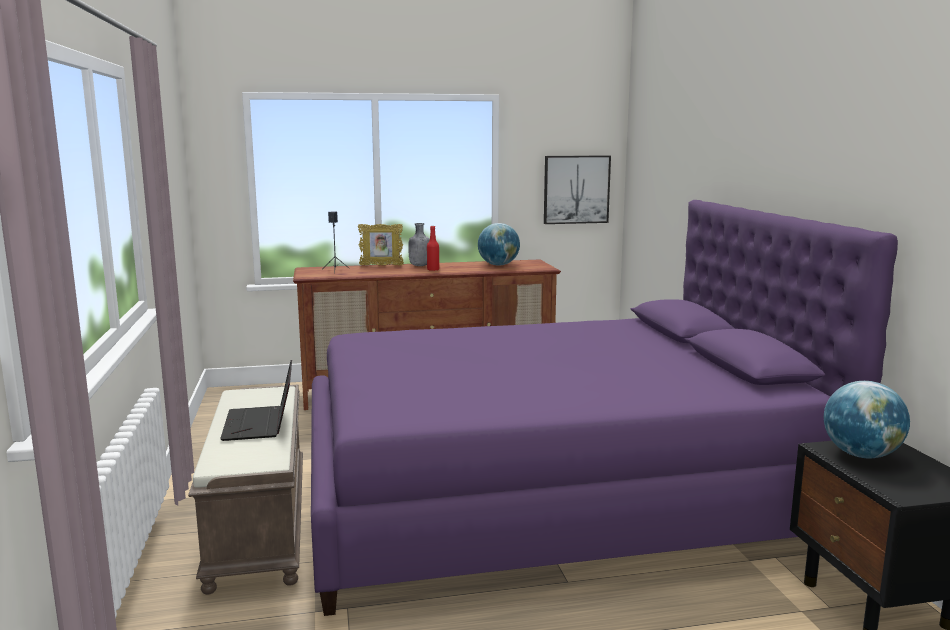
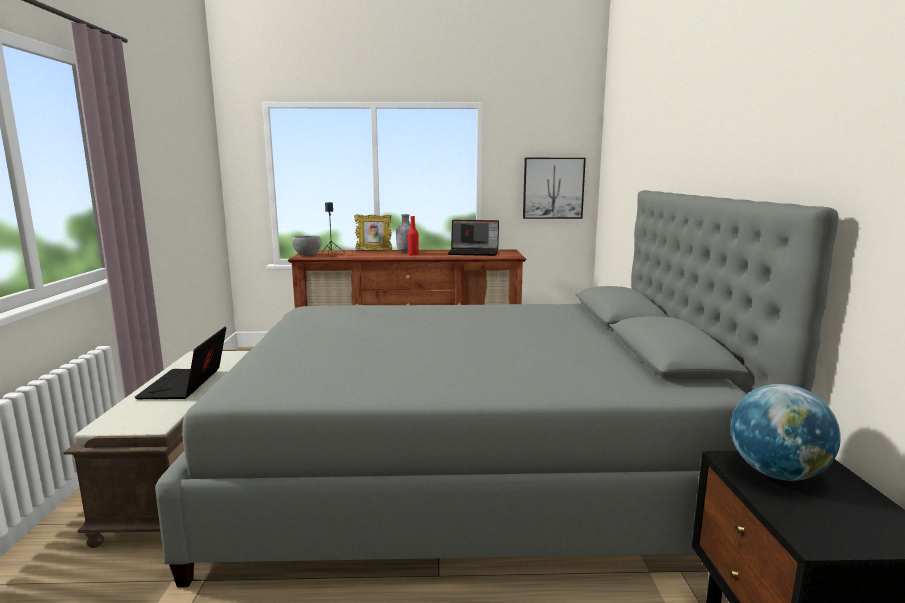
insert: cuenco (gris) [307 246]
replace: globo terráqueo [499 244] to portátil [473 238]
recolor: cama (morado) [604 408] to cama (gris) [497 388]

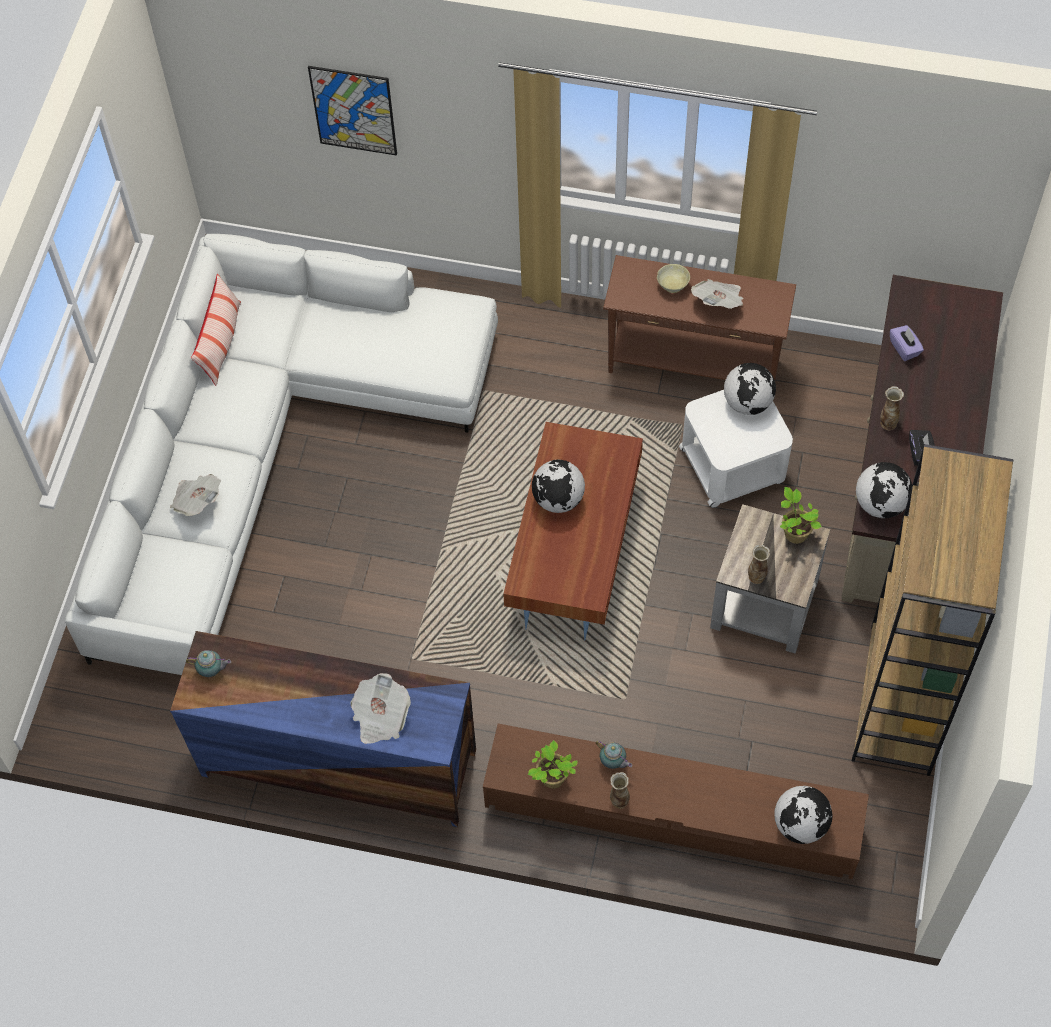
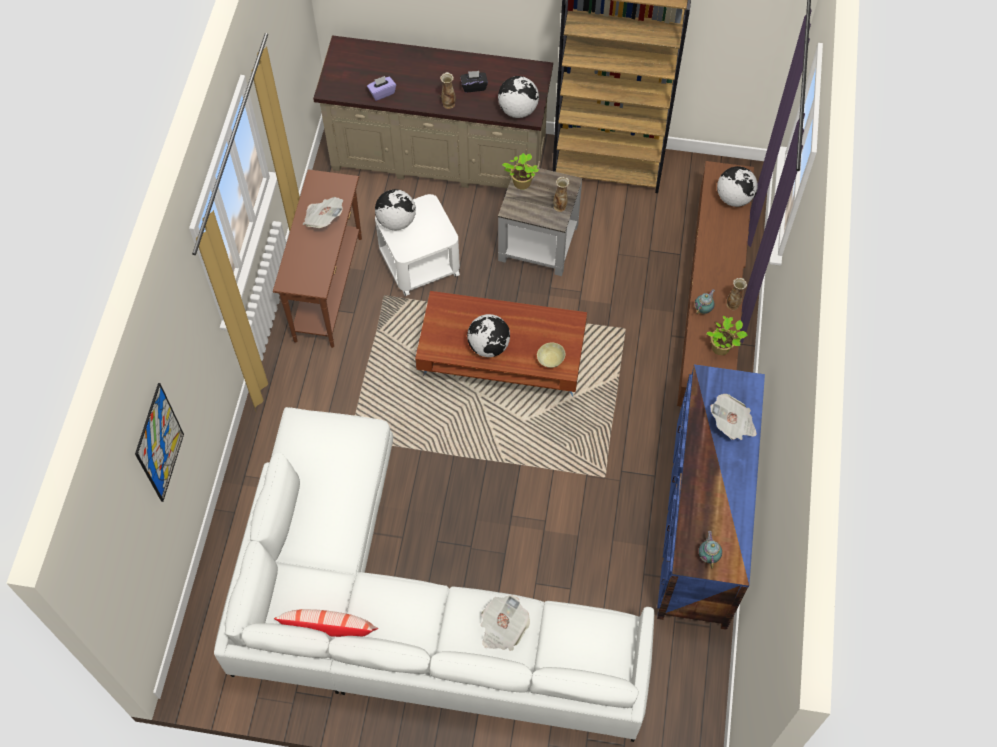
move: cuenco (beis) [673 278] to [551 355]

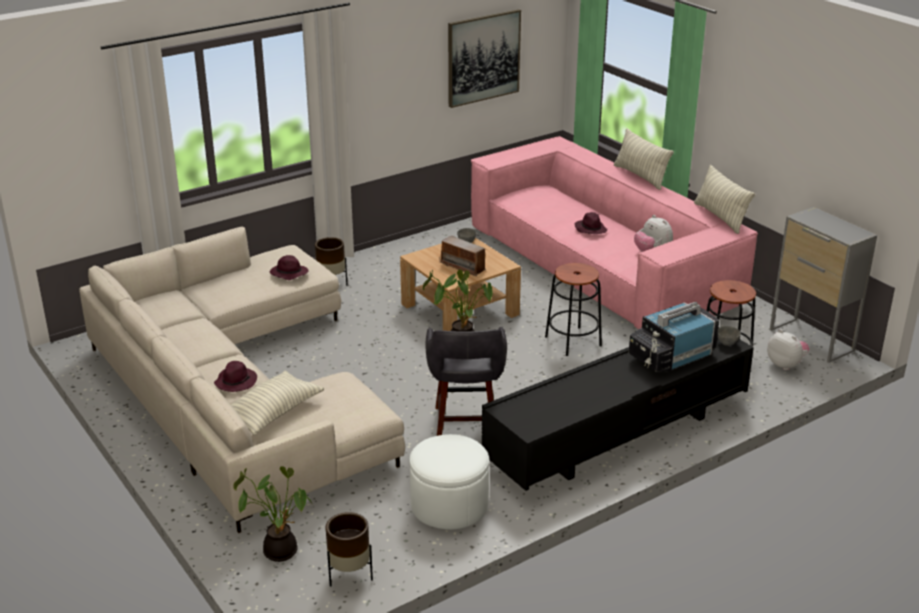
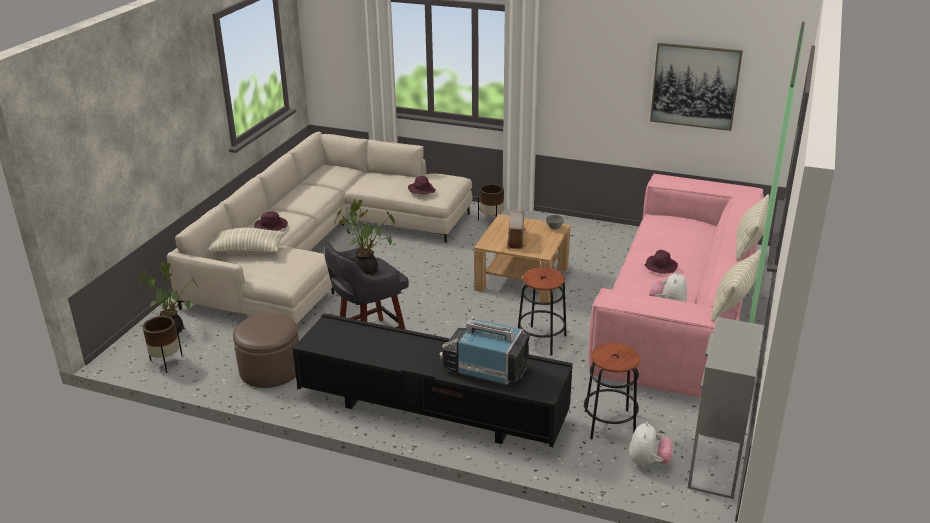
delete: cuenco (gris) [729 336]
recolor: puf (blanco) [449 482] to puf (marrón) [266 350]

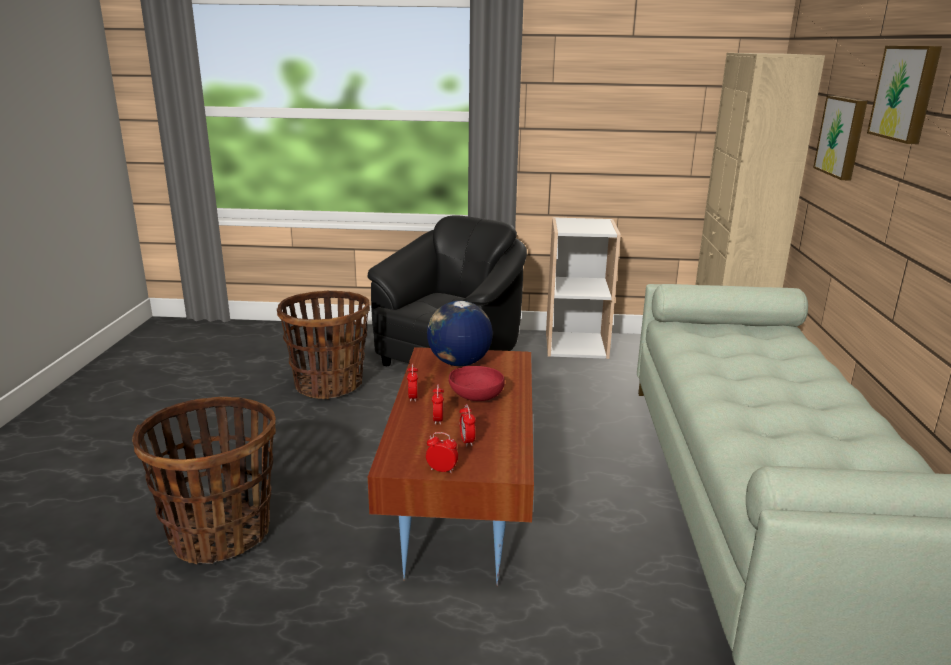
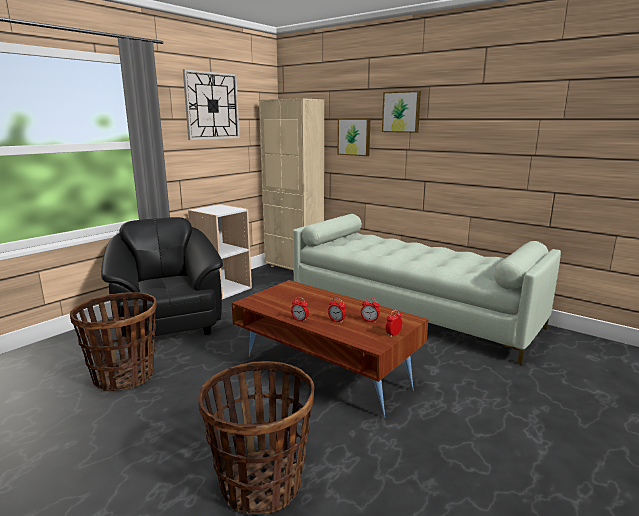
delete: globo terráqueo [460 333]; cuenco (rojo) [477 383]
insert: reloj de pared [211 104]

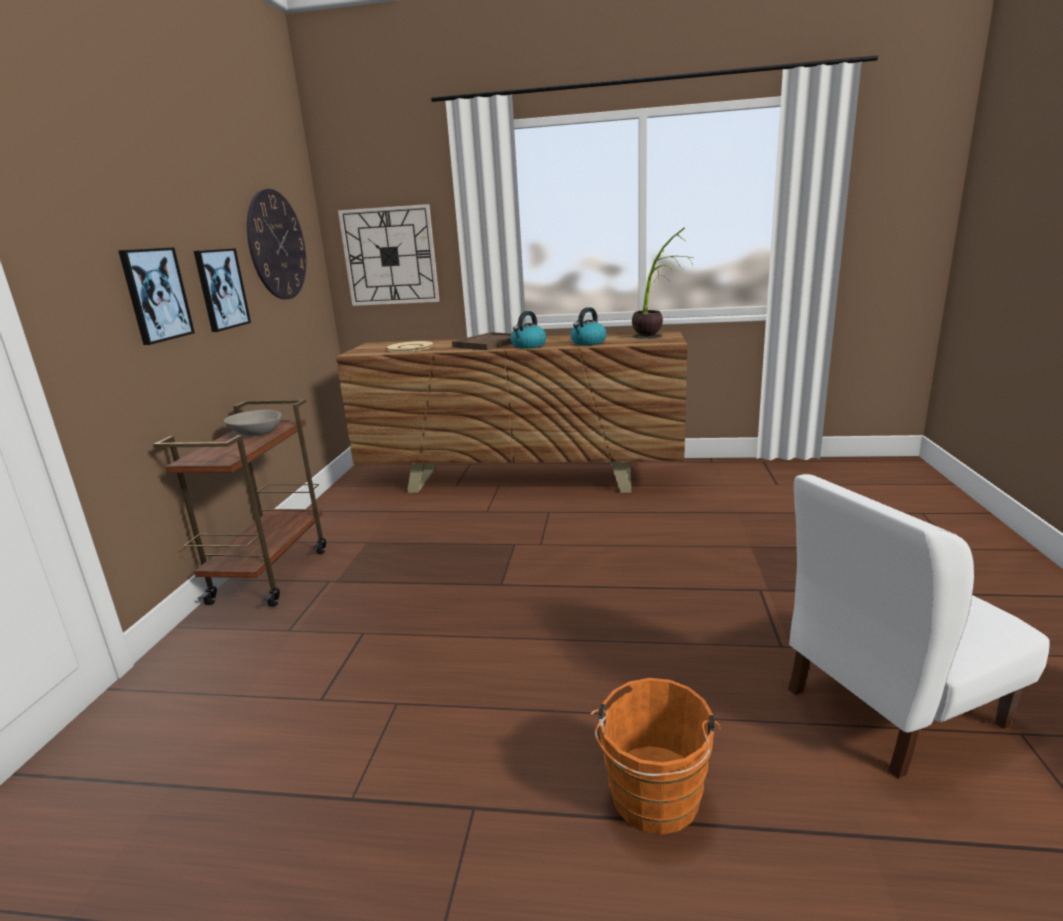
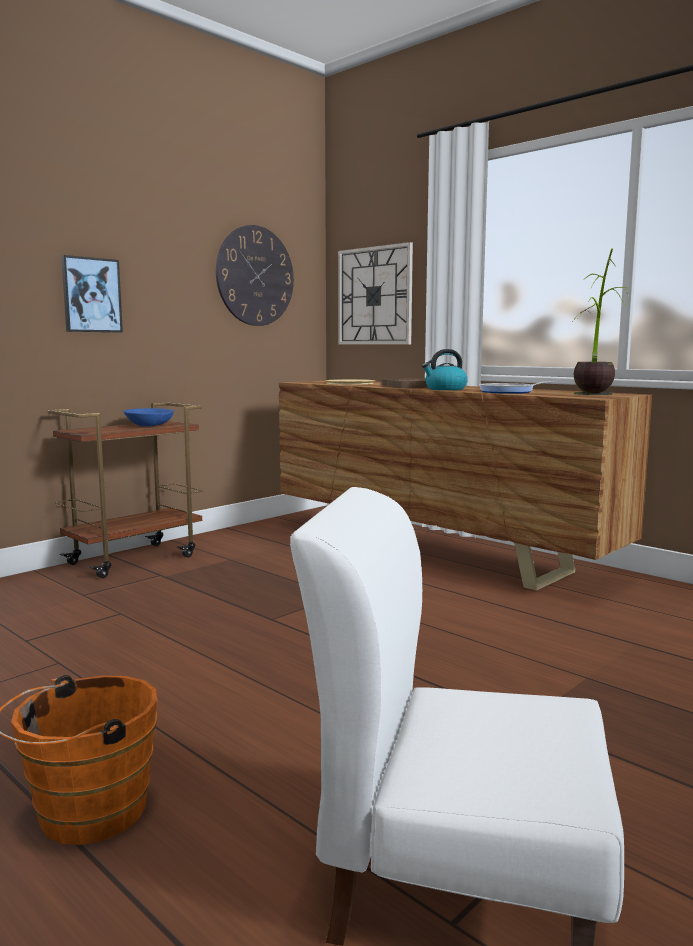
delete: cuadro [222 290]
replace: hervidor [588 326] to sartén [517 388]
recolor: cuenco (gris) [253 423] to cuenco (azul) [148 417]

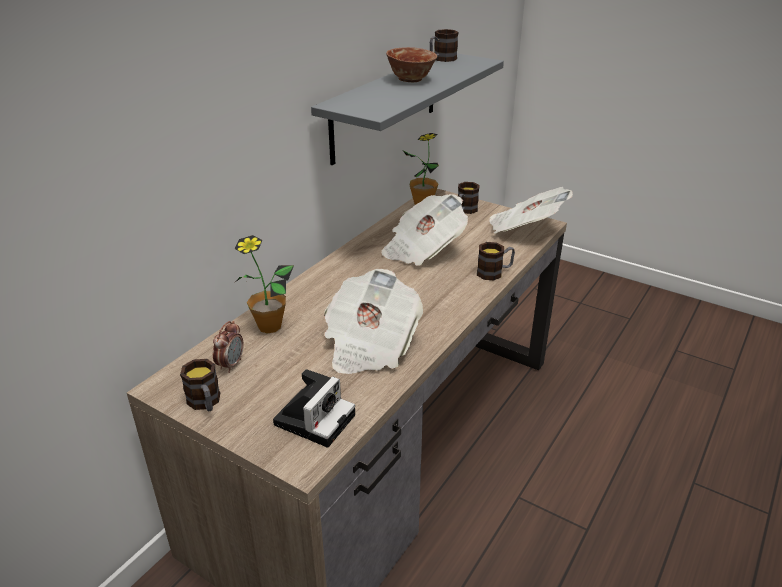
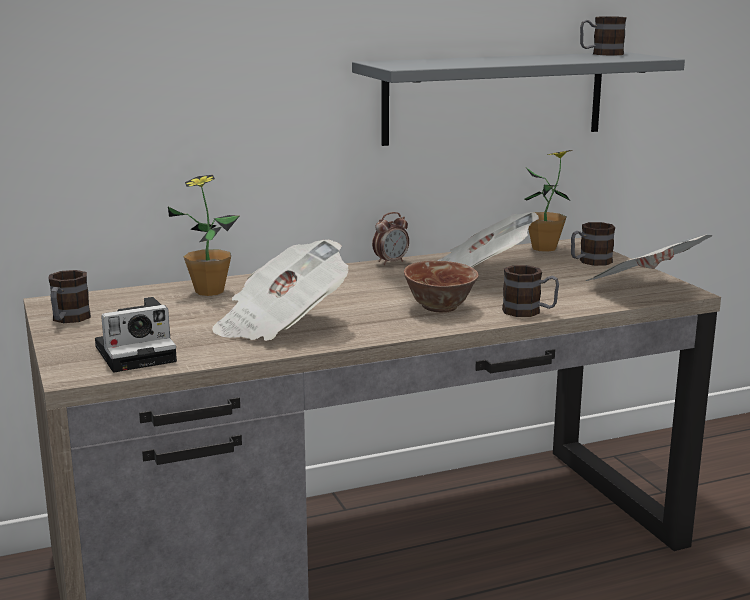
move: despertador [228 347] to [390 238]; cuenco [411 64] to [441 286]

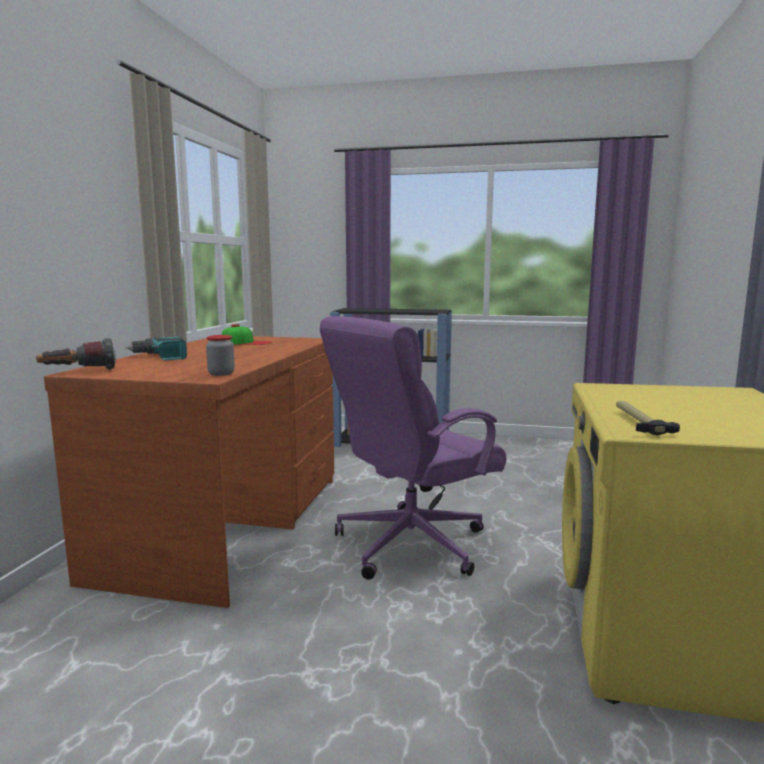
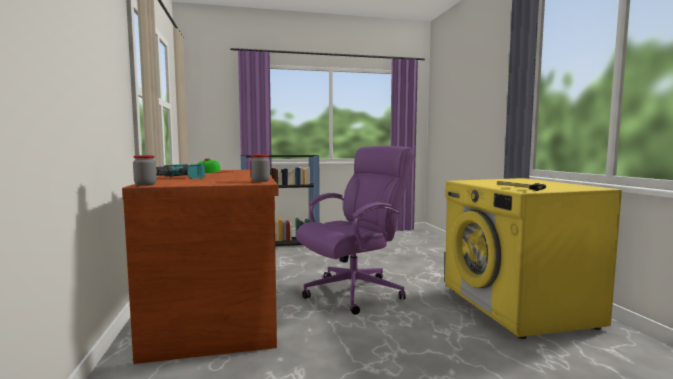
replace: linterna [76 354] to tarro [145 170]
rotate: silla de oficina (morado) [413 448] = [355 230] 150 degrees counterclockwise

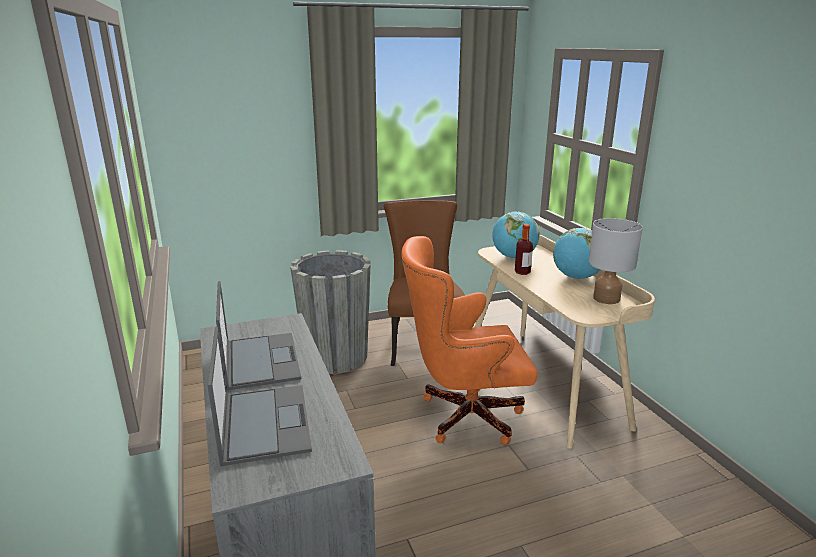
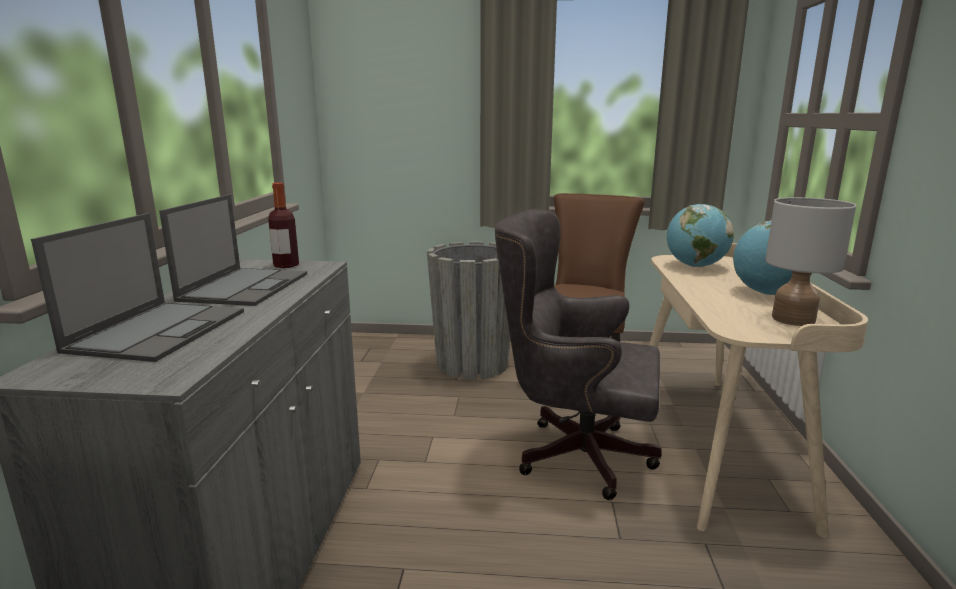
move: botella [524 249] to [283 225]
recolor: silla de oficina (naranja) [469 340] to silla de oficina (gris) [578 354]

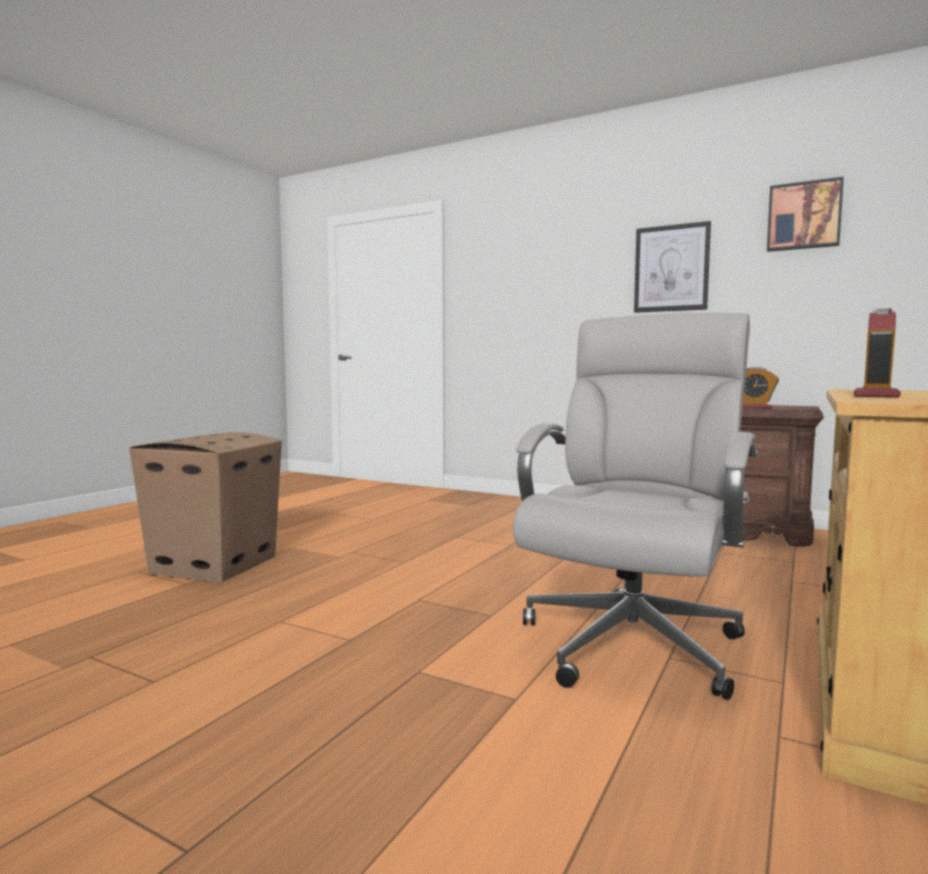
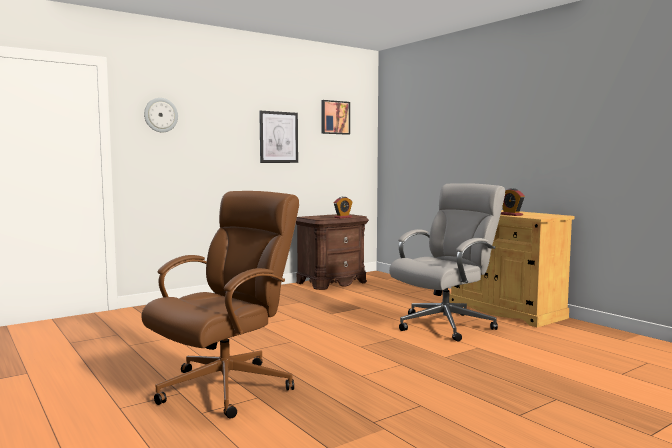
insert: reloj de pared [161 115]
replace: caja de cartón [205 507] to silla de oficina (marrón) [220 305]
rotate: silla de oficina (gris) [635 506] = [447 262] 90 degrees clockwise

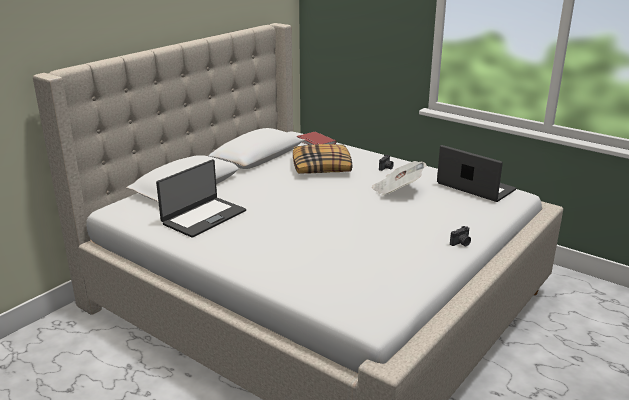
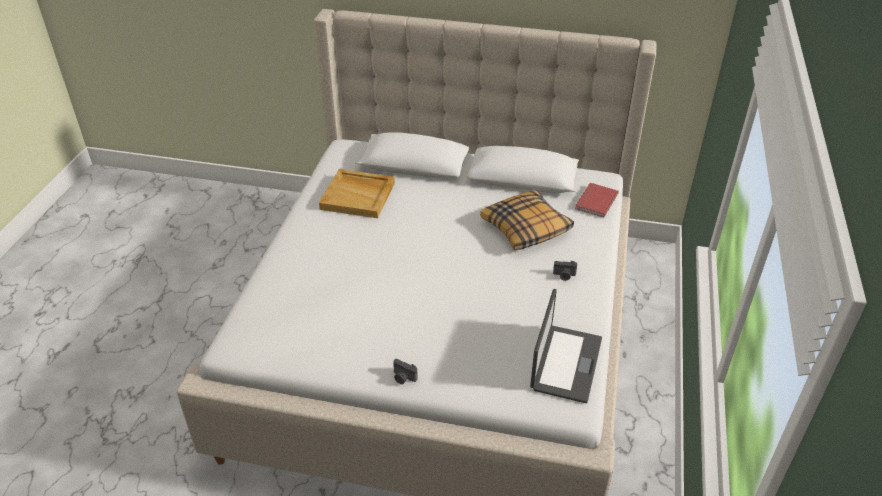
delete: periódico [399 178]
replace: portátil [201 198] to bandeja (beis) [357 193]

